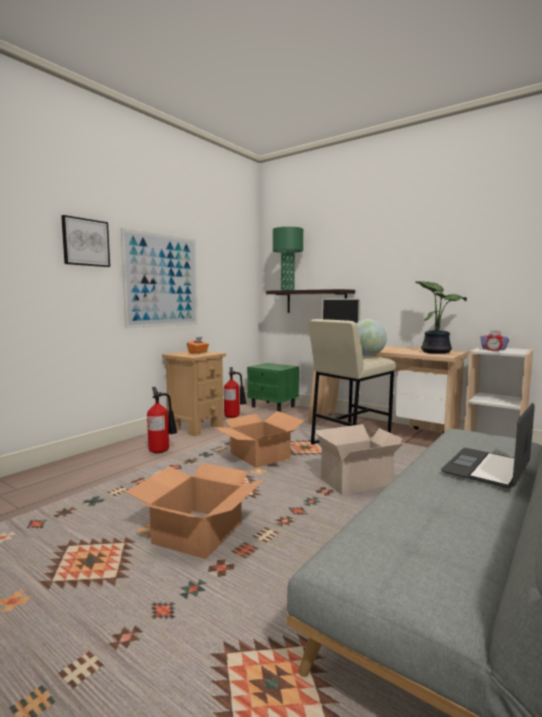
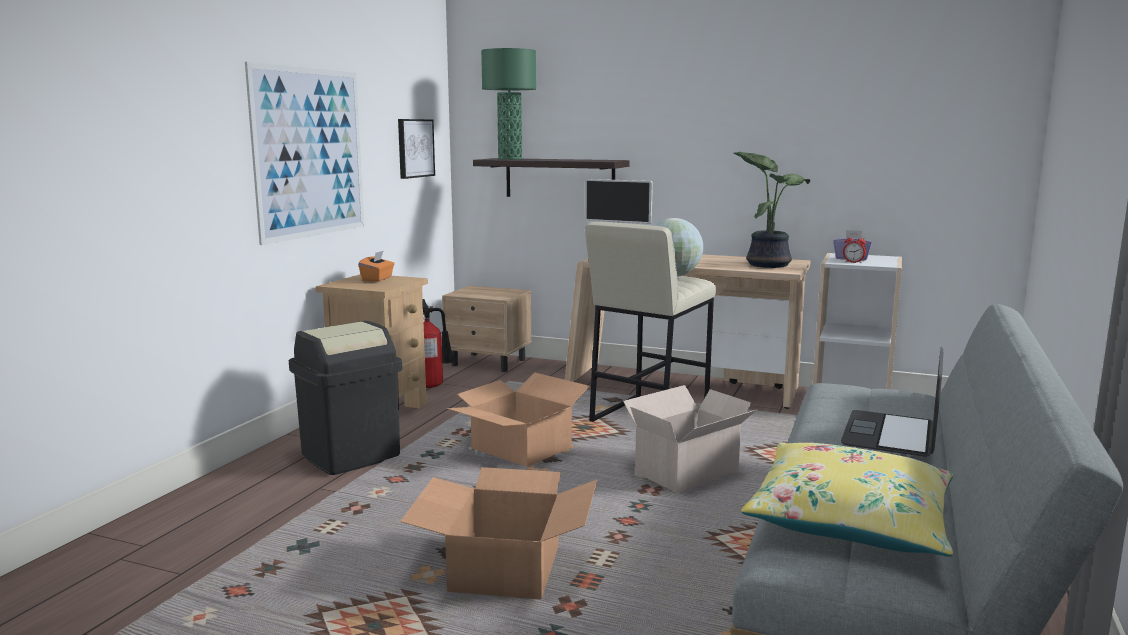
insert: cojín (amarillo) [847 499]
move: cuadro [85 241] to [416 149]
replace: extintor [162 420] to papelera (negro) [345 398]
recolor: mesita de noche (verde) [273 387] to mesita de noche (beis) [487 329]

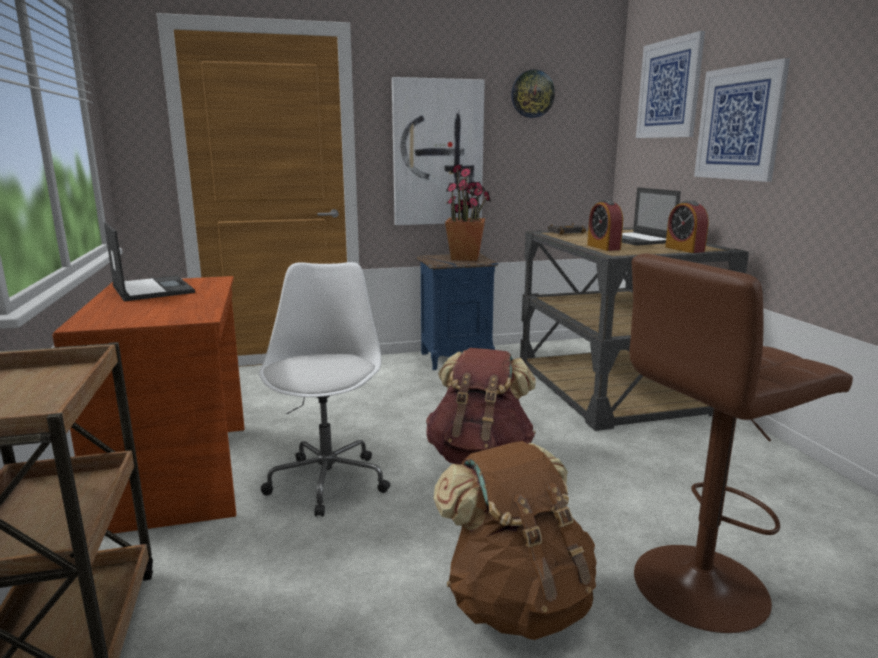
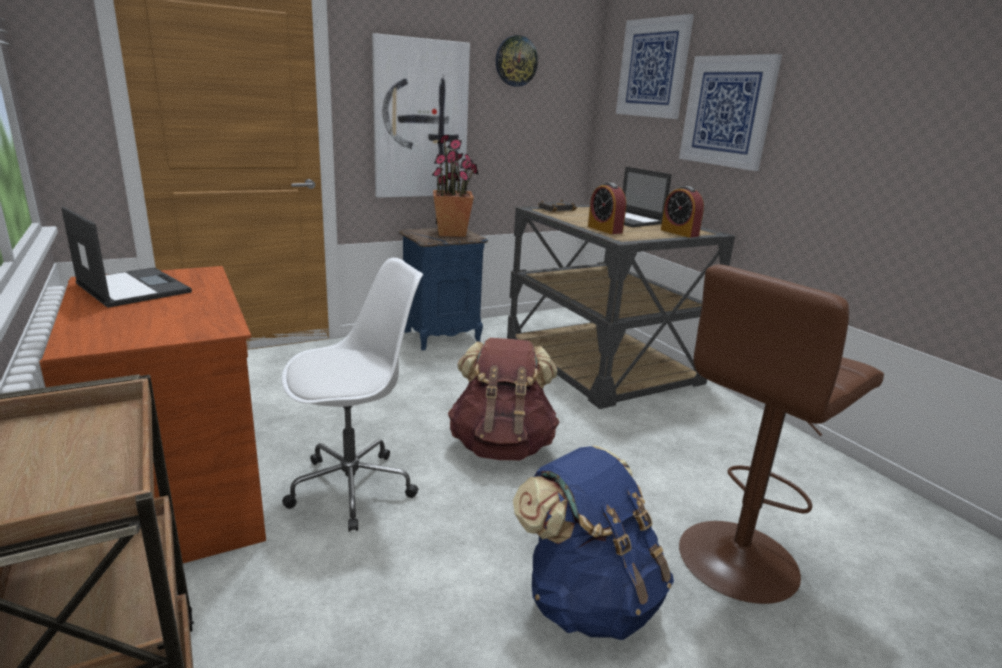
recolor: mochila (marrón) [515 540] to mochila (azul) [593 542]
rotate: silla de oficina (blanco) [325 389] = [352 395] 75 degrees clockwise

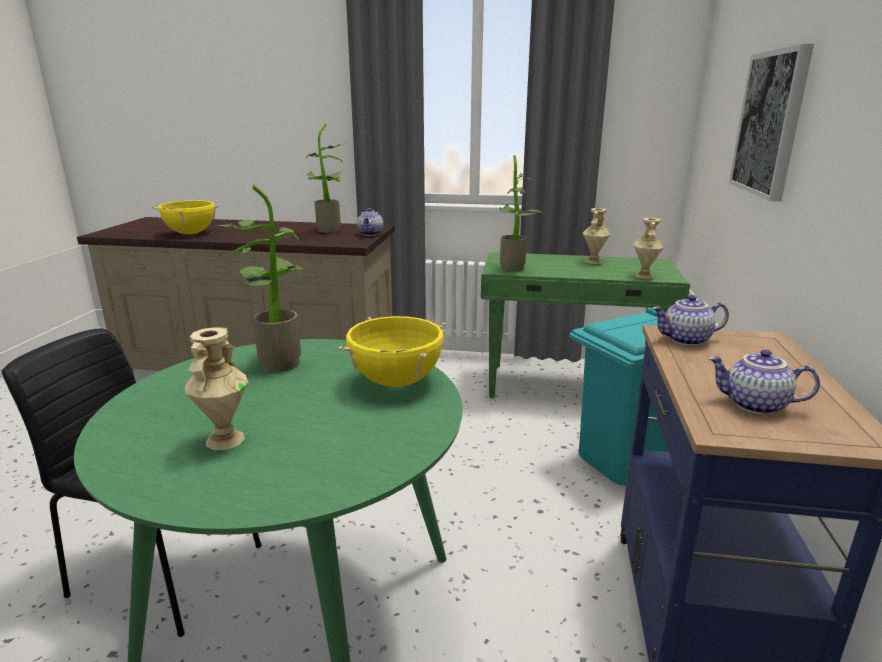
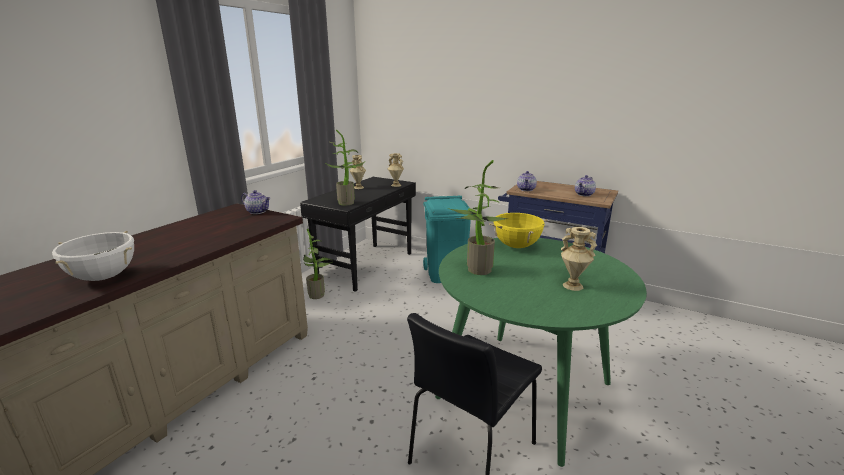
delete: cuadro [771 123]
move: planta en maceta [327 178] to [318 263]
recolor: olla (amarillo) [186 217] to olla (blanco) [93 256]; mesa consola (verde) [585 325] to mesa consola (negro) [358 234]

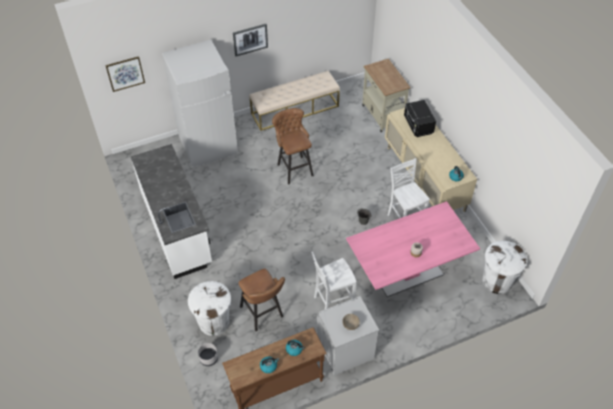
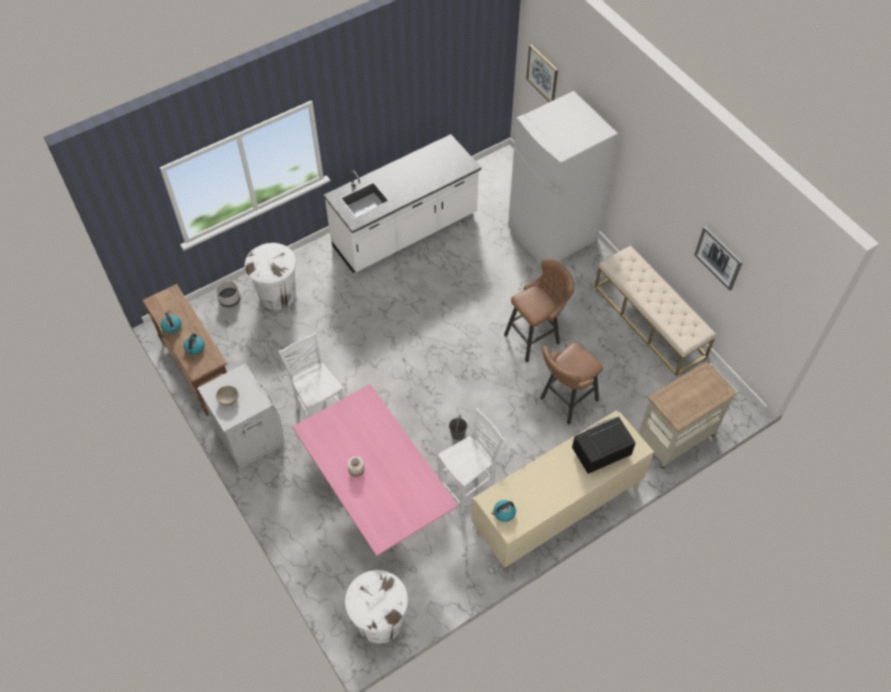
move: cuadro [250 40] to [718 258]; taburete (marrón) [261 300] to [571 384]

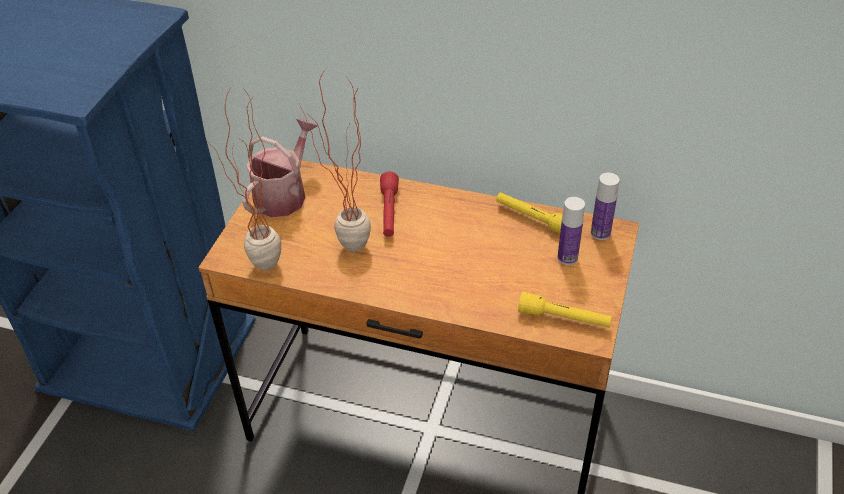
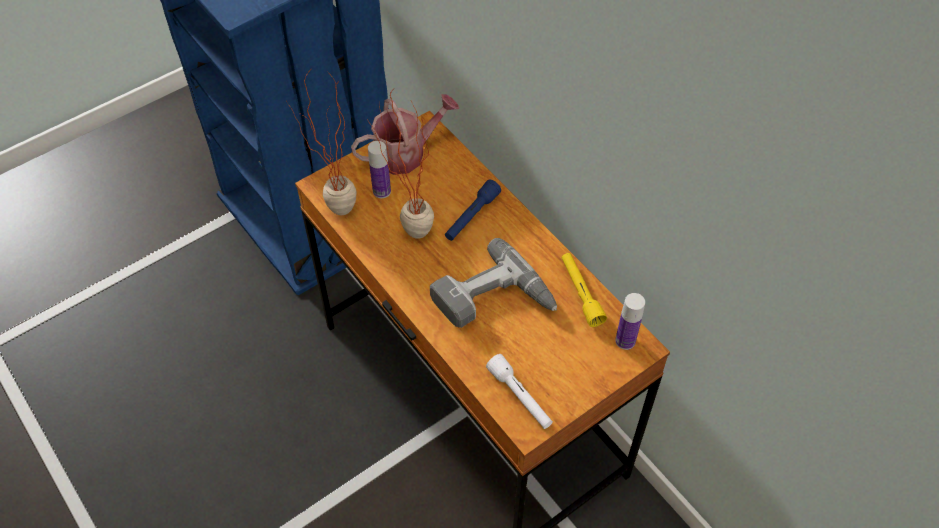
insert: taladro [493 283]
move: botella [571 231] to [379 169]
recolor: linterna (rojo) [389 204] to linterna (azul) [473 210]; linterna (amarillo) [565 309] to linterna (blanco) [519 391]

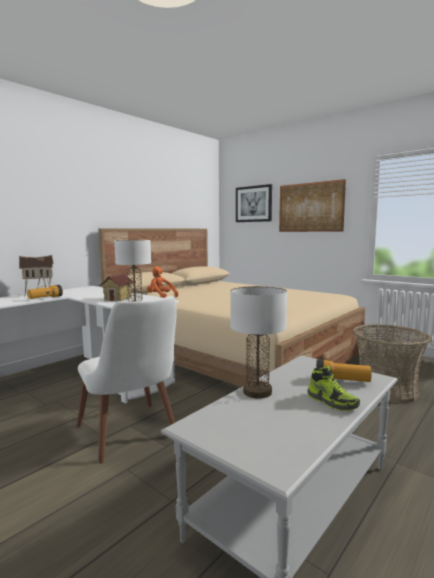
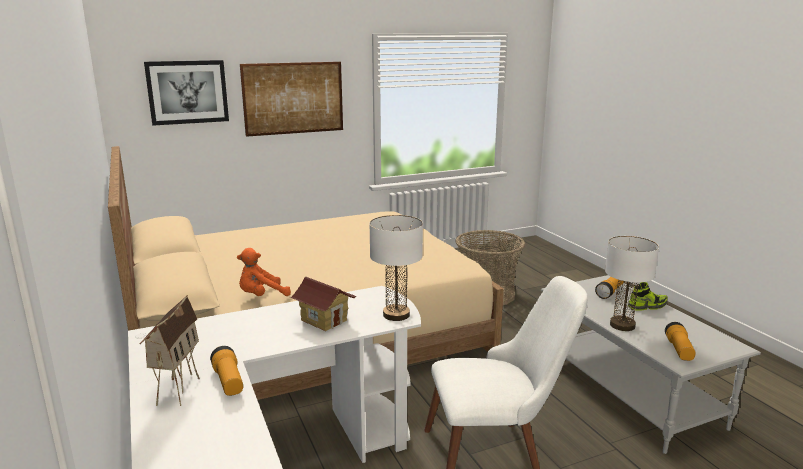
insert: linterna [680 341]

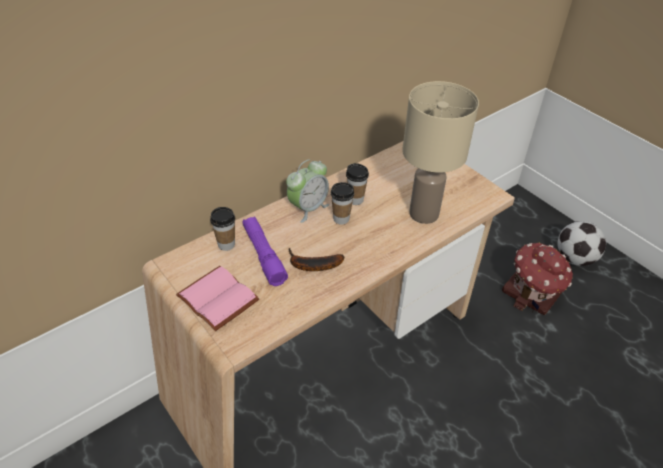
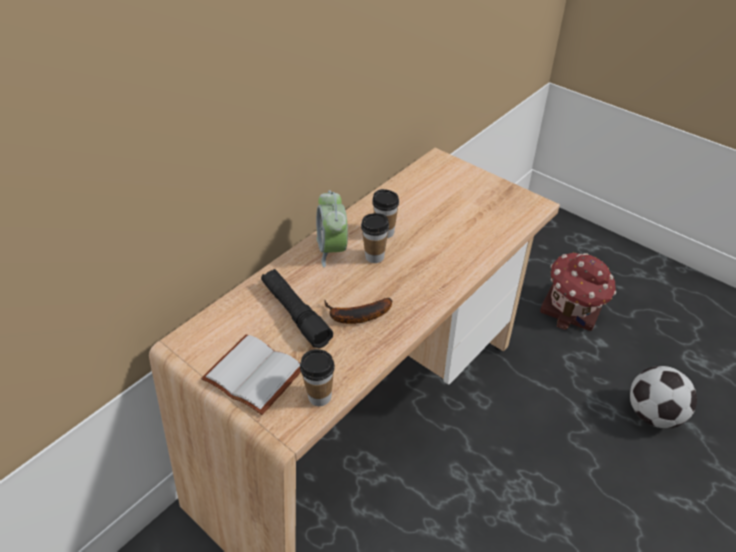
delete: lámpara de mesa (beis) [440 152]
move: taza [222 229] to [317 377]; balón de fútbol [581 243] to [663 397]
recolor: libro (rosa) [217 298] to libro (blanco) [251 374]; linterna (morado) [265 251] to linterna (negro) [297 308]
rotate: despertador [307 191] = [332 228] 135 degrees clockwise

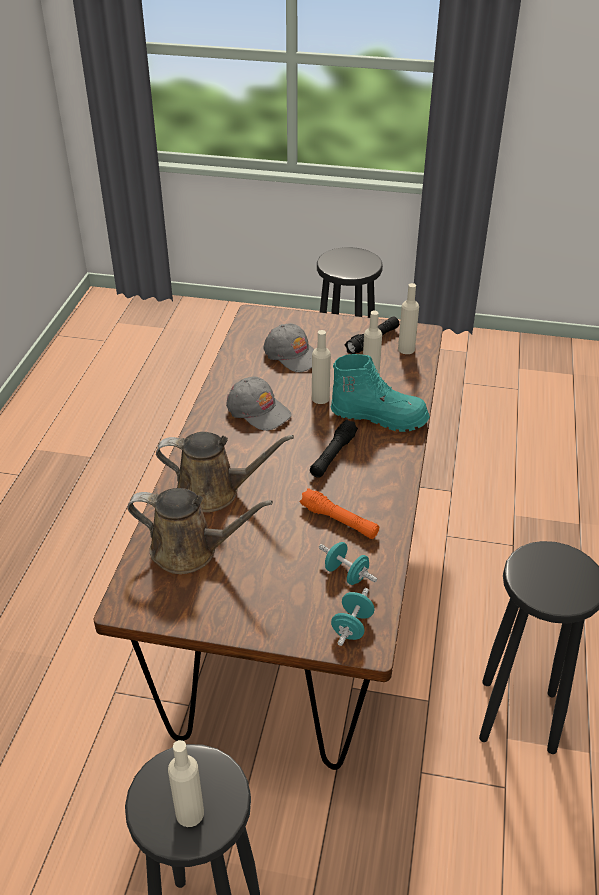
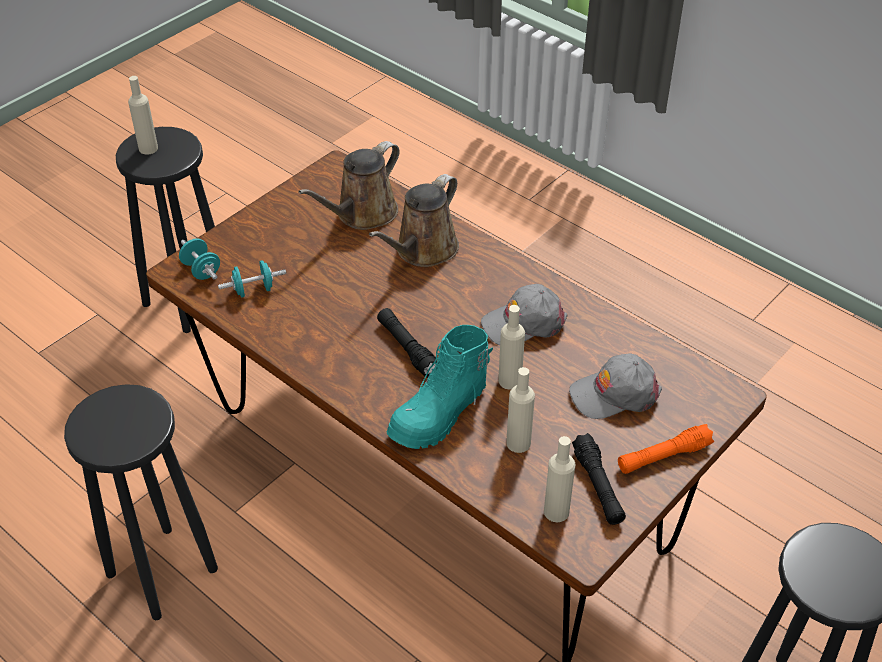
move: linterna (naranja) [339 513] to [666 449]

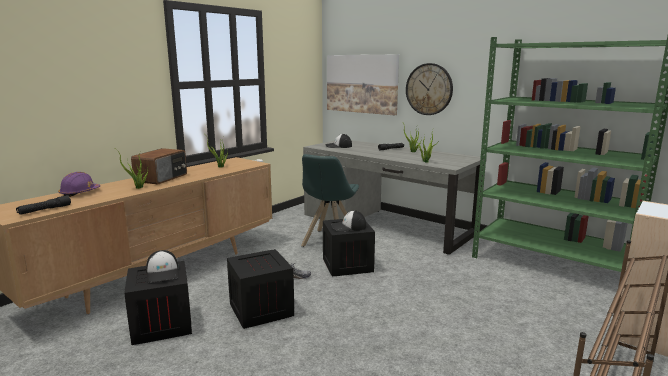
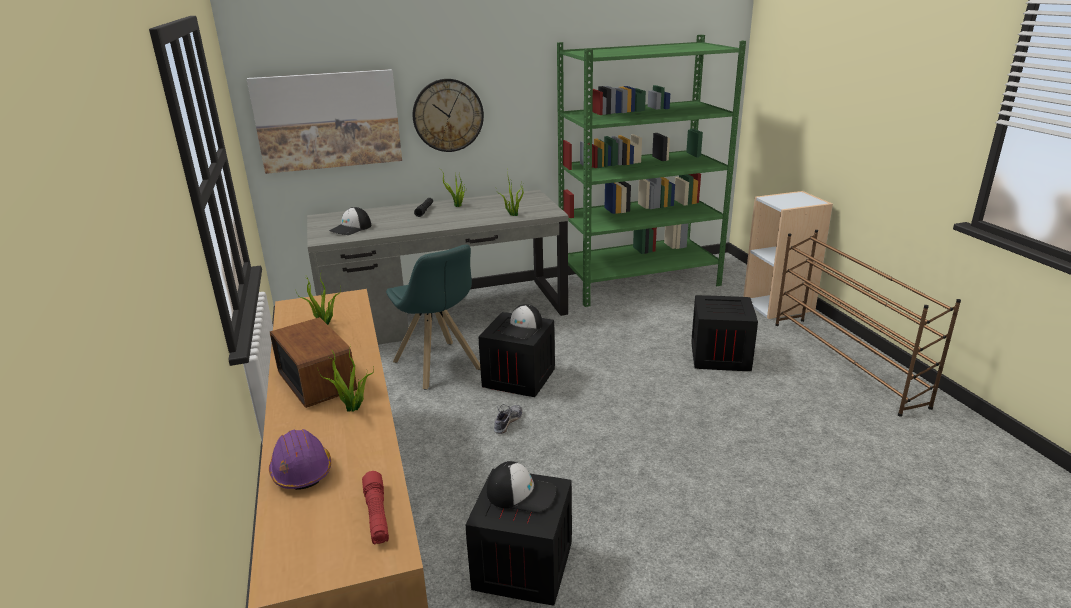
move: caja de embalaje [260 289] to [724 333]
recolor: linterna (negro) [43 205] to linterna (rojo) [375 508]

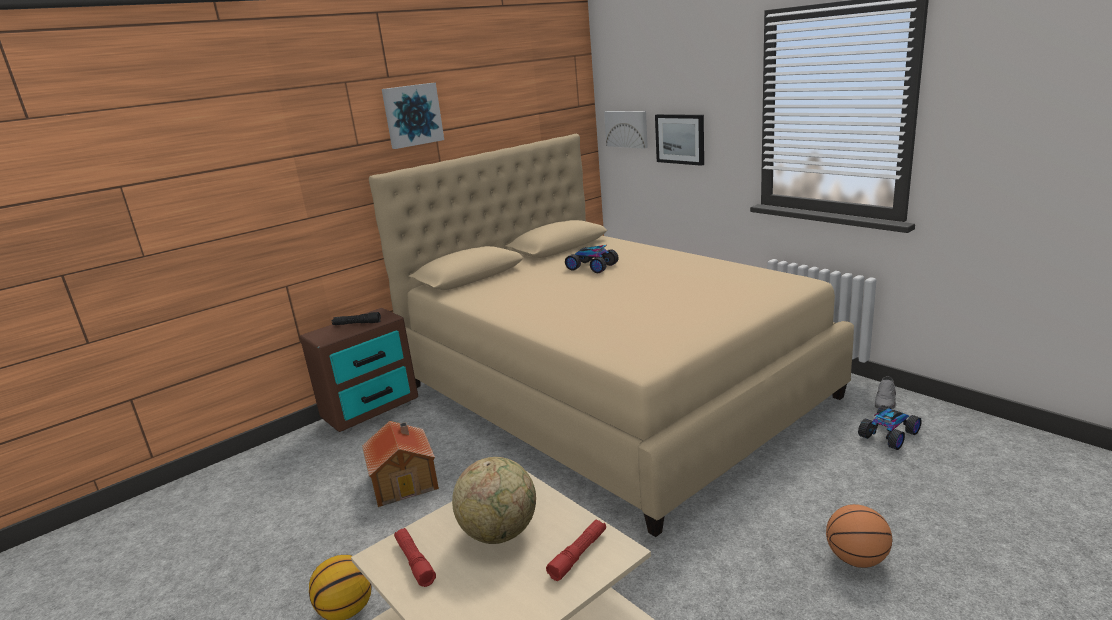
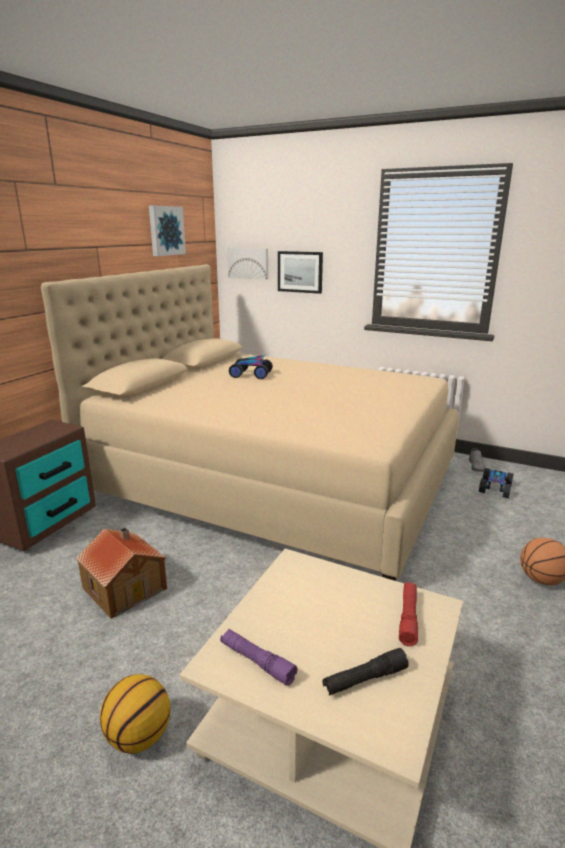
delete: globo terráqueo [494 500]
move: linterna (negro) [356 318] to [366 671]; cuadro [413 116] to [167 230]
recolor: linterna (rojo) [415 557] to linterna (morado) [258 657]

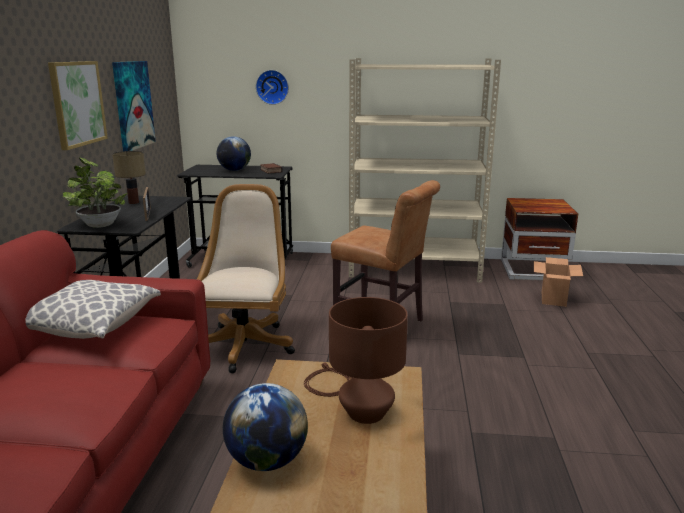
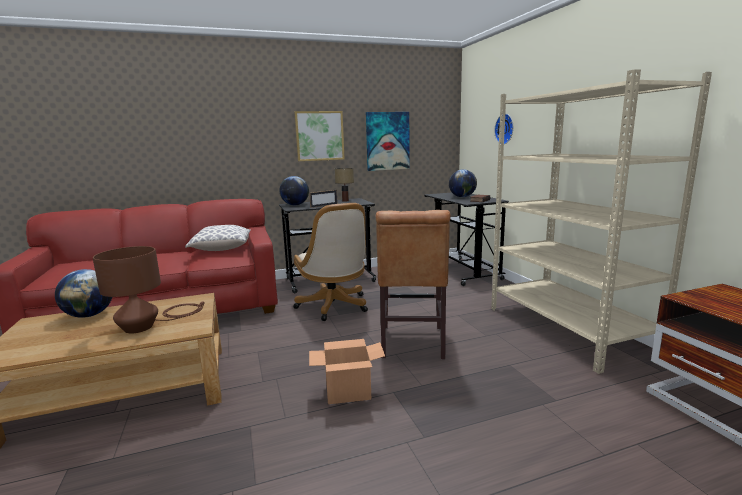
move: caja de cartón [558 282] to [347 371]
replace: planta en maceta [94 192] to globo terráqueo [294 190]
rotate: silla de oficina [246 278] = [330 262] 90 degrees clockwise

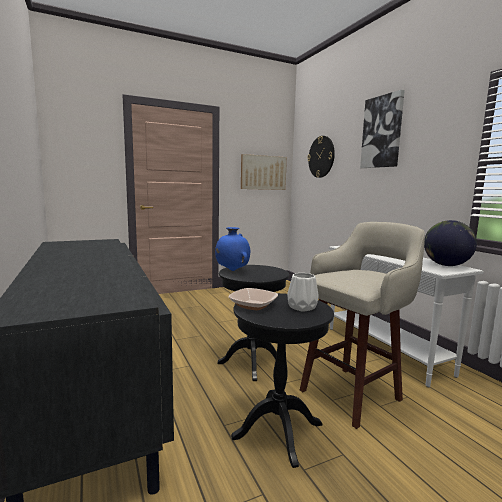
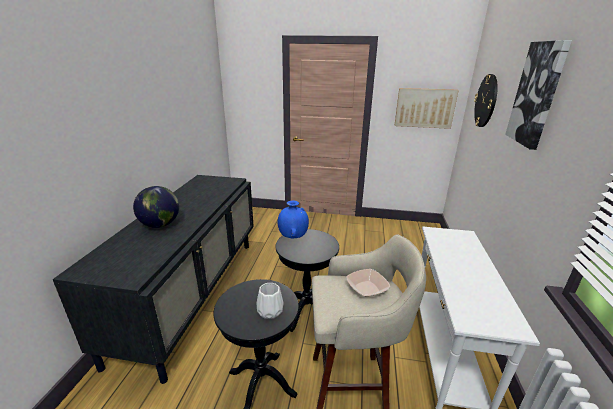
move: cuenco [253 299] to [368 283]; globo terráqueo [450 243] to [156 207]

